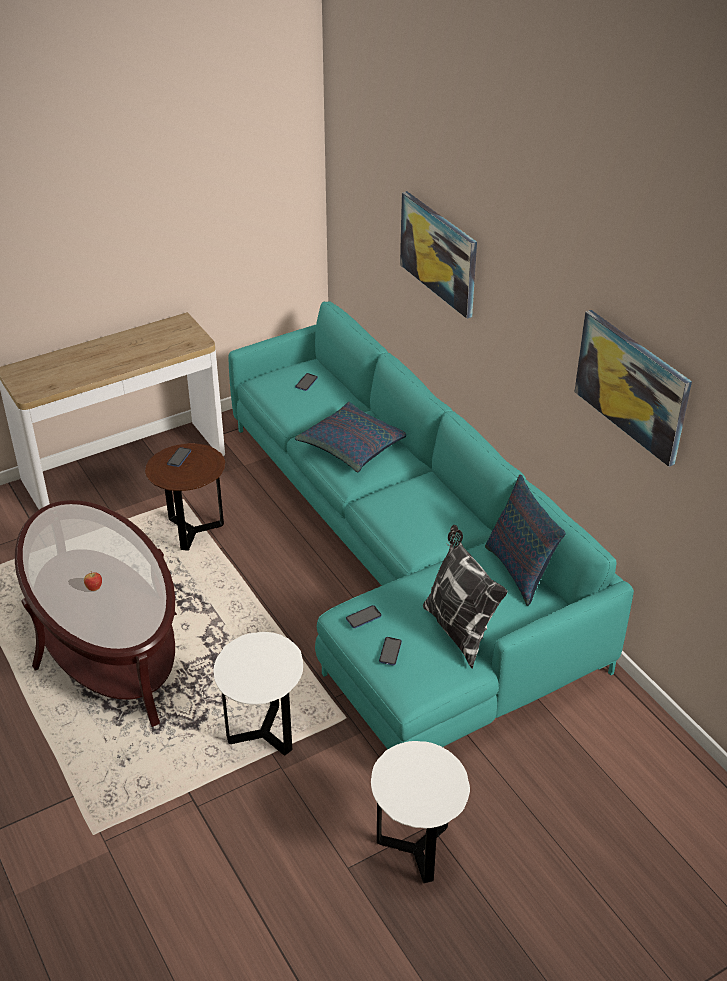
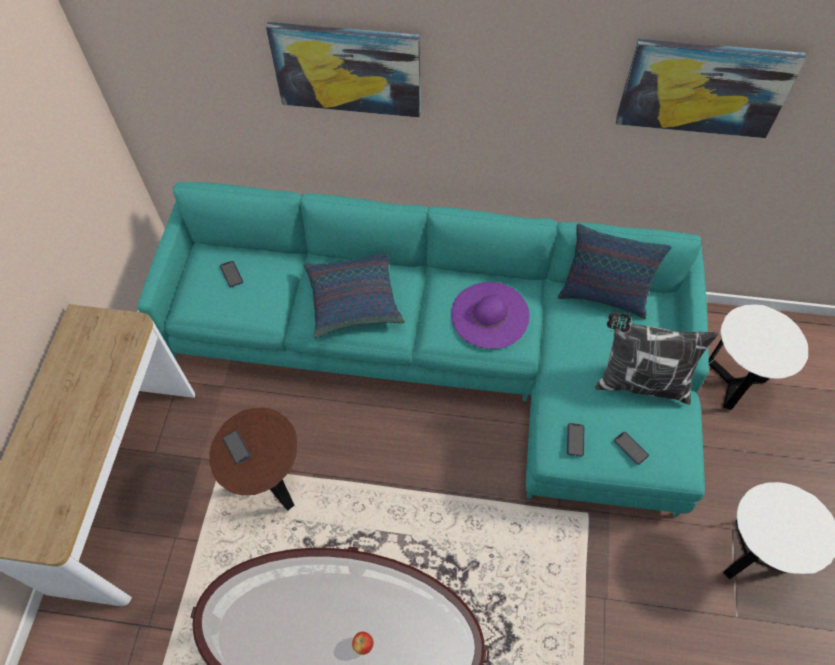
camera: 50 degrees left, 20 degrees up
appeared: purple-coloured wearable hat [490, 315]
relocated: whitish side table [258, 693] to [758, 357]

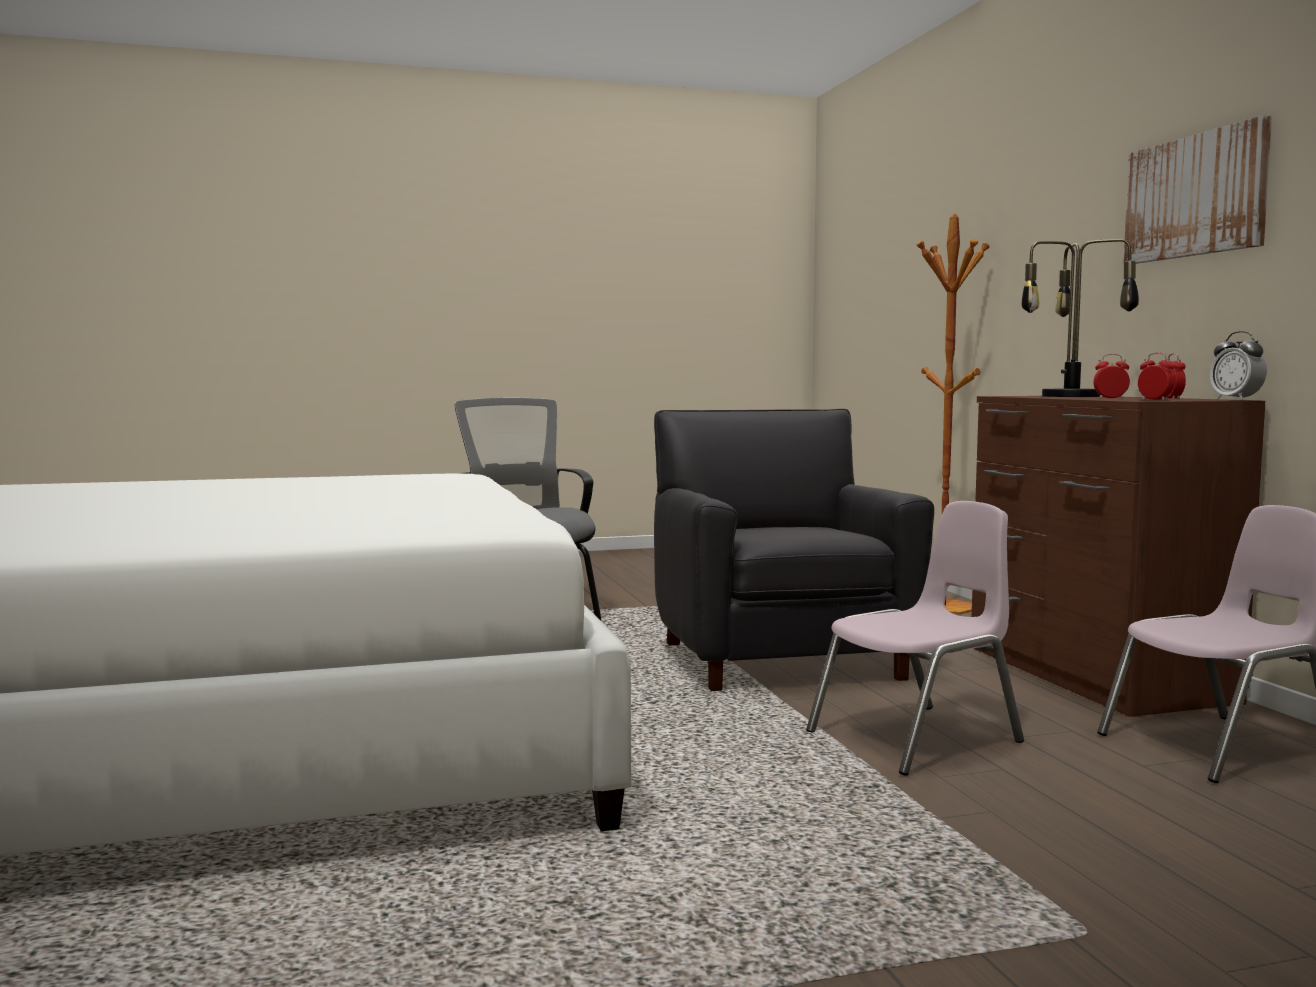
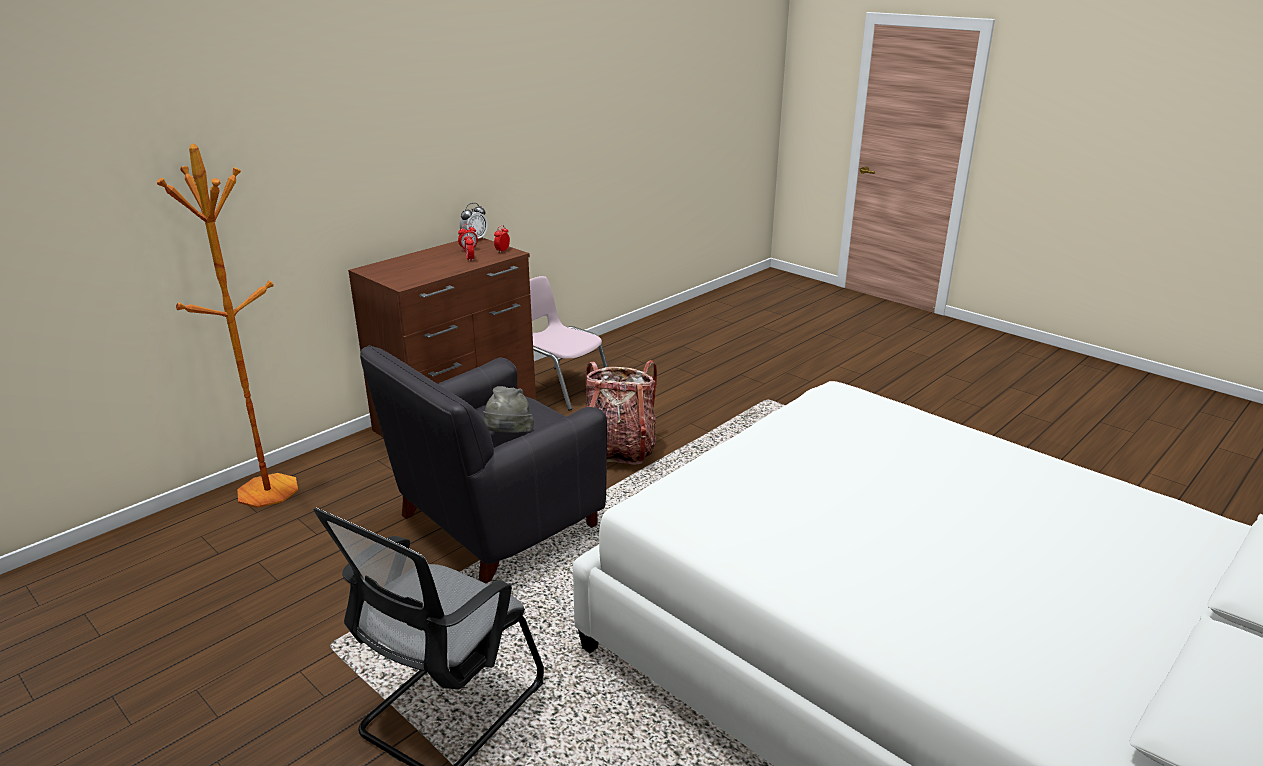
camera: 120 degrees left, 20 degrees up
missing: tabletop lamp [1080, 318]; wall art [1198, 189]
appeared: gray wearable hat [508, 409]
exchanged: pinkish upright chair [915, 638] to backpack [621, 412]

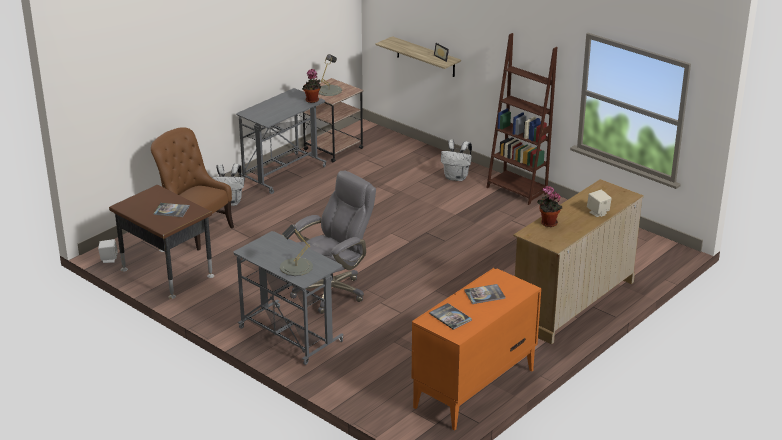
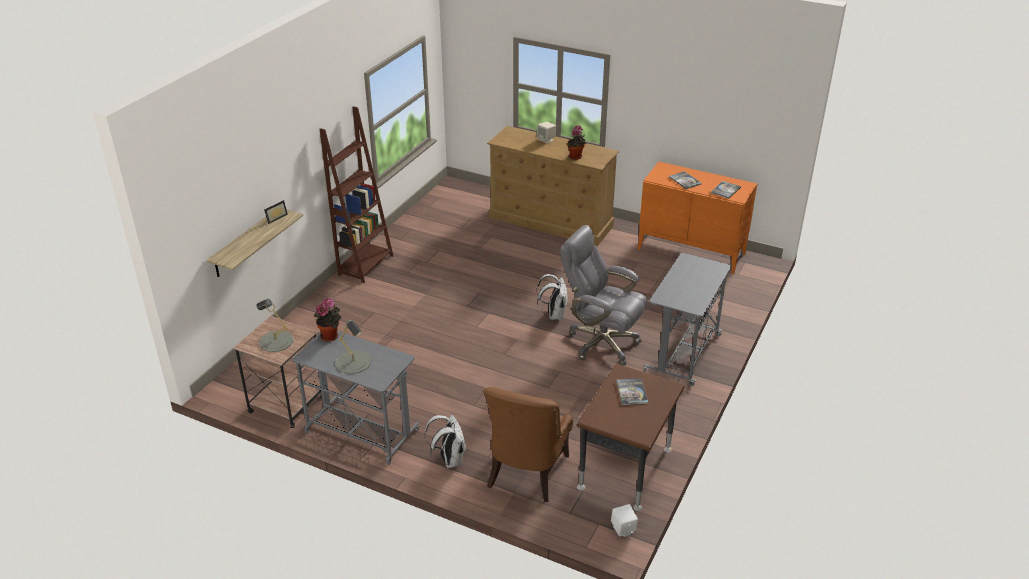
camera: 105 degrees left, 5 degrees up
relocated: gray tabletop lamp [296, 250] to [354, 347]; whitish backpack [456, 160] to [552, 297]

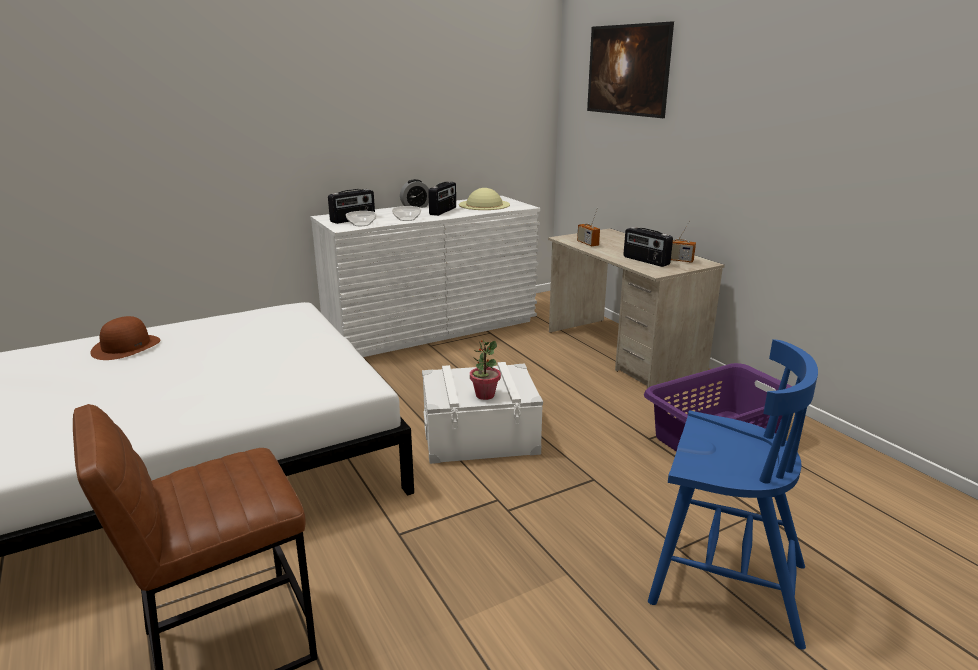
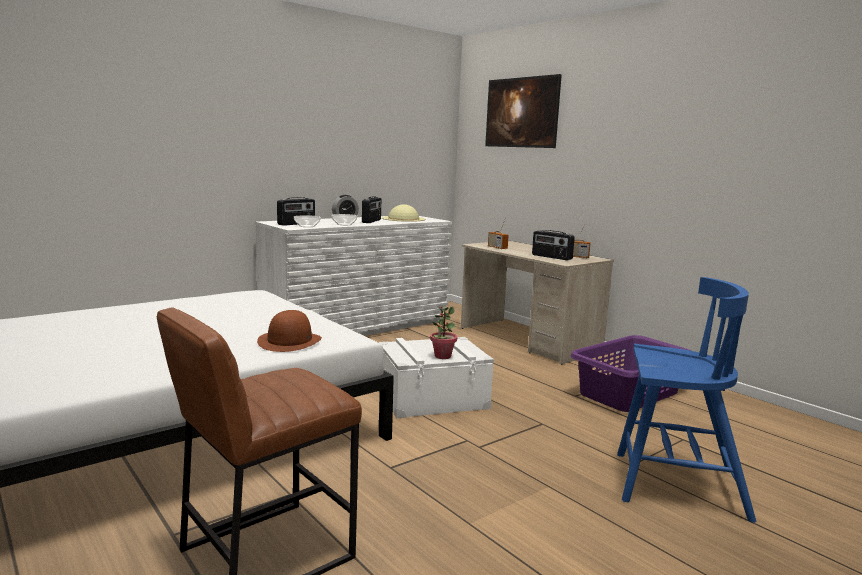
camera: 10 degrees left, 10 degrees down
relocated: brown wearable hat [125, 338] to [289, 331]

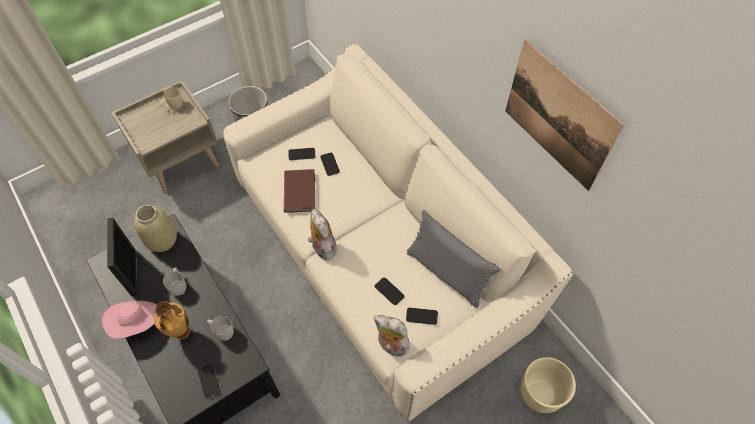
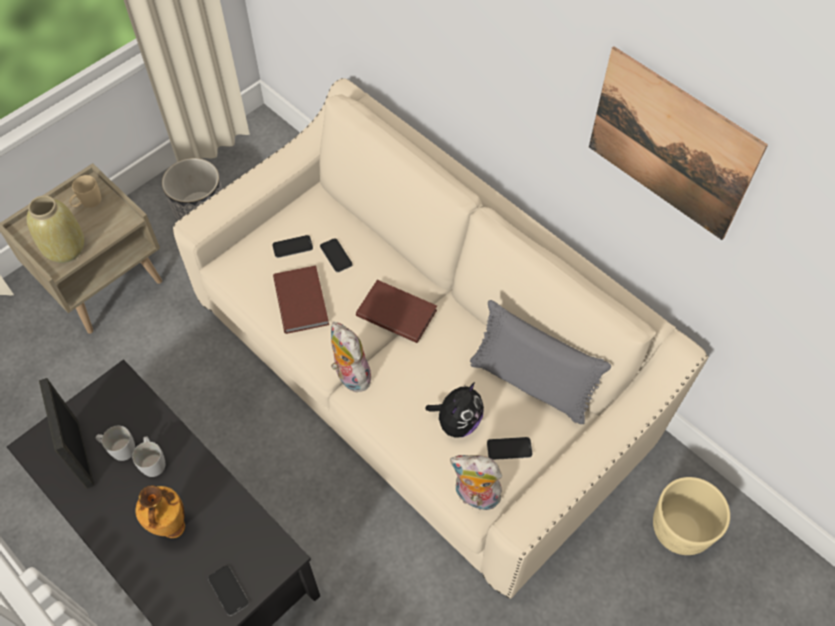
camera: 10 degrees left, 0 degrees up
missing: pinkish wearable hat [129, 320]
appeared: brown book [396, 311]
relocated: beige vase [155, 228] to [55, 229]; whitish mug [220, 328] to [115, 443]
exchanged: telephone [390, 291] to cuddly toy [454, 410]

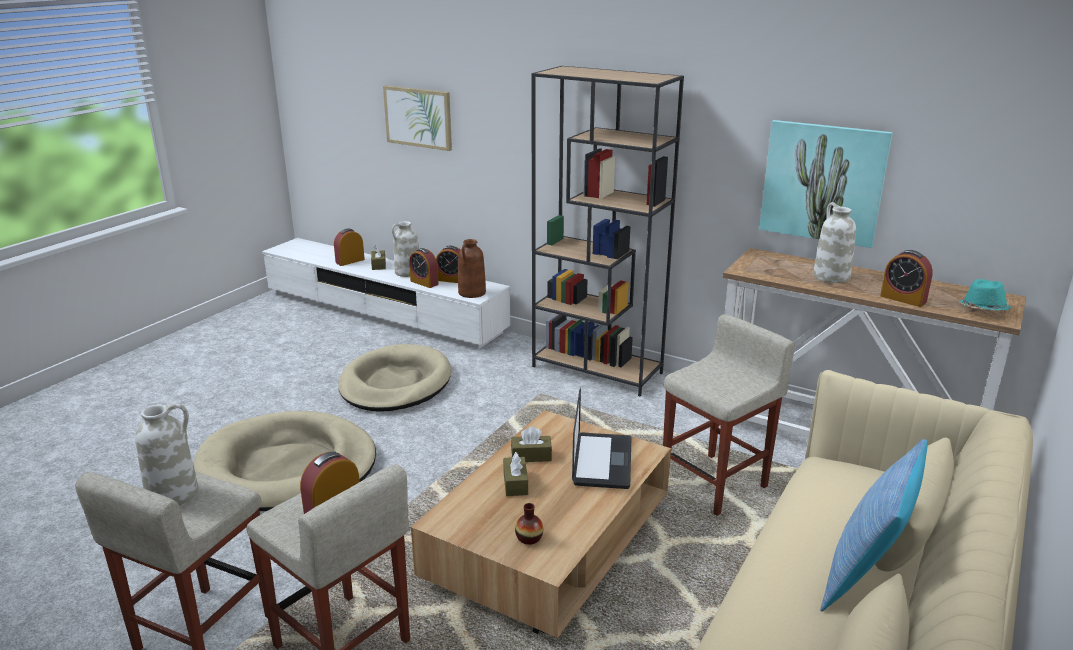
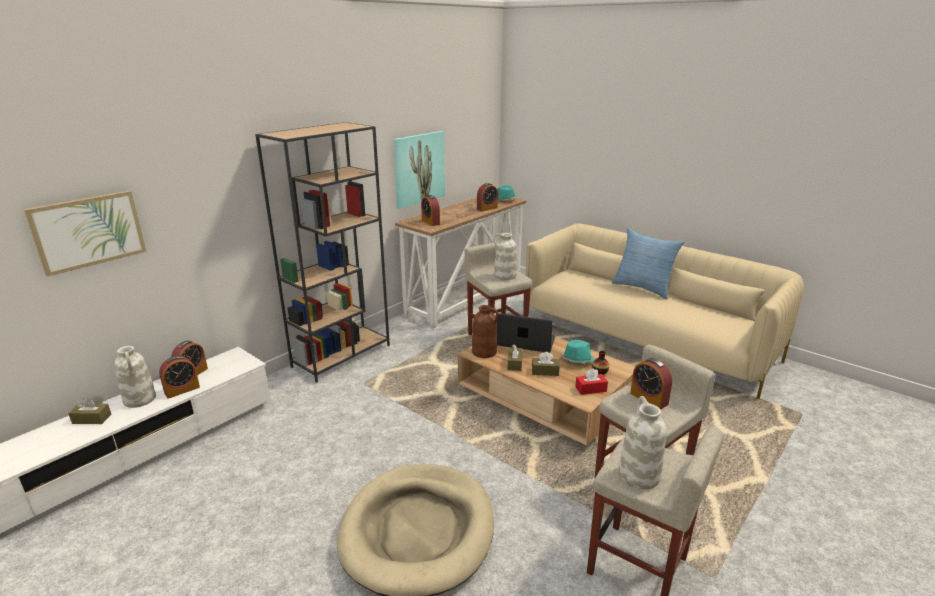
camera: 80 degrees left, 0 degrees up
missing: beige dog bed [394, 378]
appeared: turquoise-coloured wearable hat [578, 351]; reddish tissue box [591, 381]
relocated: table clock [349, 247] to [430, 210]; brown vase [472, 268] to [485, 331]; whitish vase [834, 242] to [505, 256]

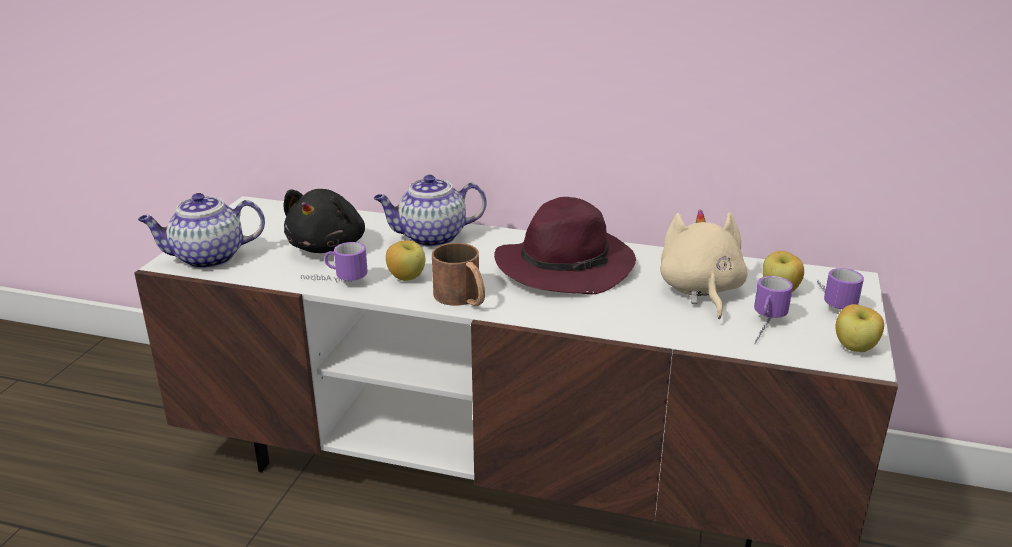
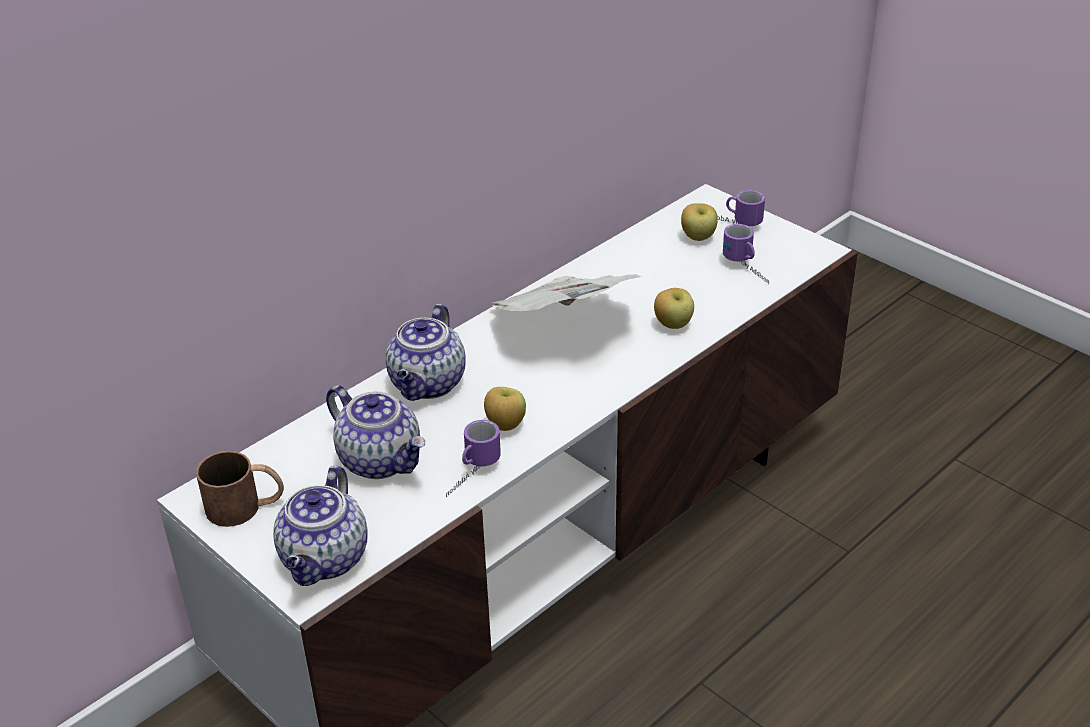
camera: 60 degrees left, 10 degrees up
missing: beige cuddly toy [704, 264]
relocated: brown mug [458, 274] to [240, 489]; apple fruit [859, 328] to [674, 308]
exchanged: black cuddly toy [324, 221] to tea pot [375, 432]; purple-coloured wearable hat [565, 245] to printed paper [567, 292]

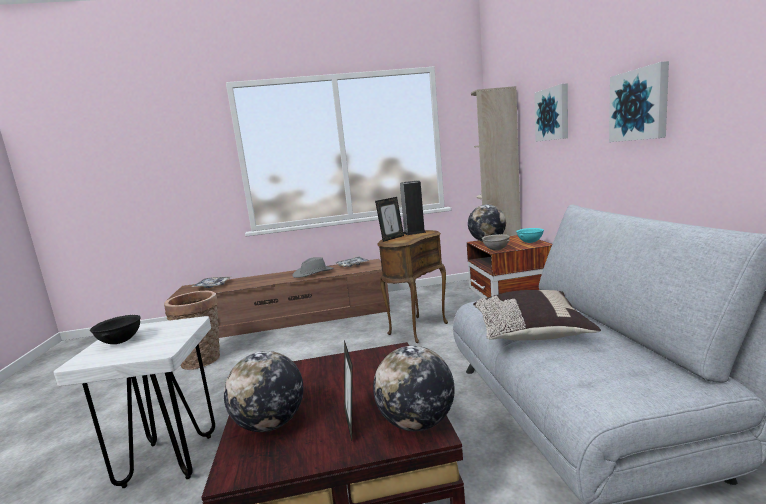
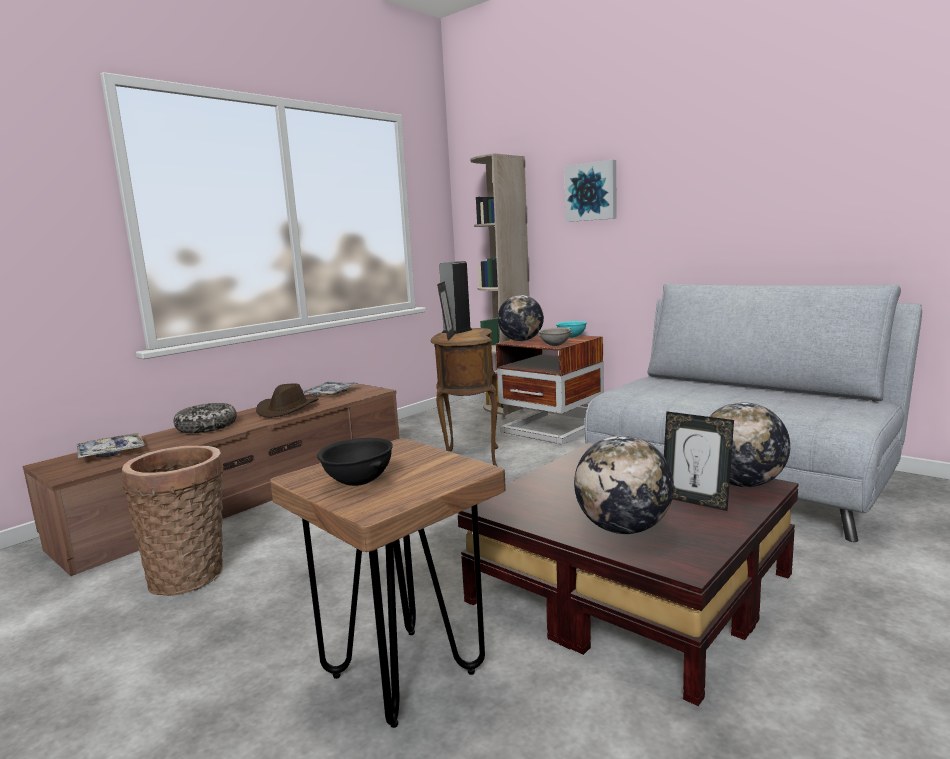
camera: 40 degrees left, 0 degrees up
missing: cushion [537, 315]; wall art [639, 101]
appeared: bowl [205, 418]
colour: whitish stool [134, 402] to brown stool [388, 583]; gray wearable hat [313, 267] to brown wearable hat [287, 401]

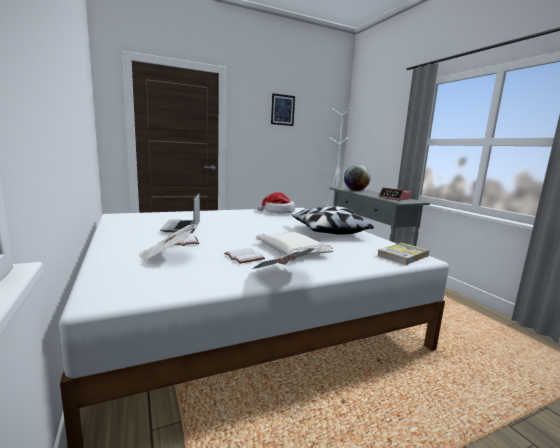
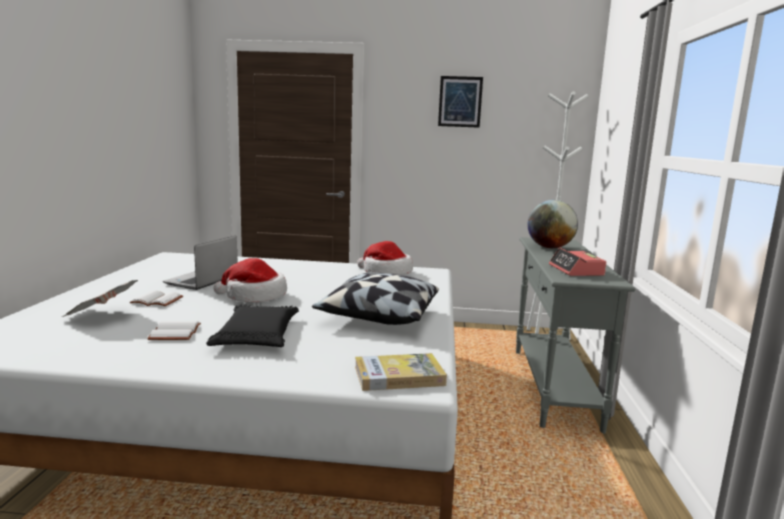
camera: 30 degrees right, 0 degrees up
missing: printed paper [283, 258]
appeared: wearable hat [250, 280]
colour: whitish cushion [294, 243] to black cushion [252, 325]

